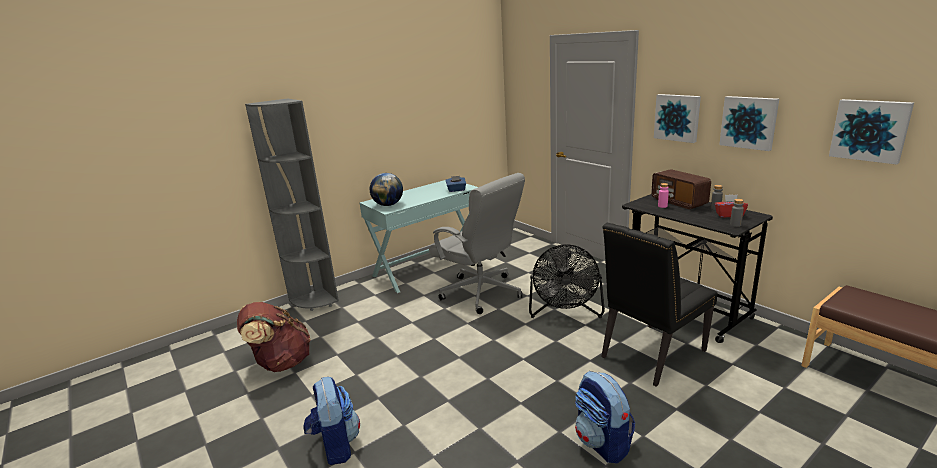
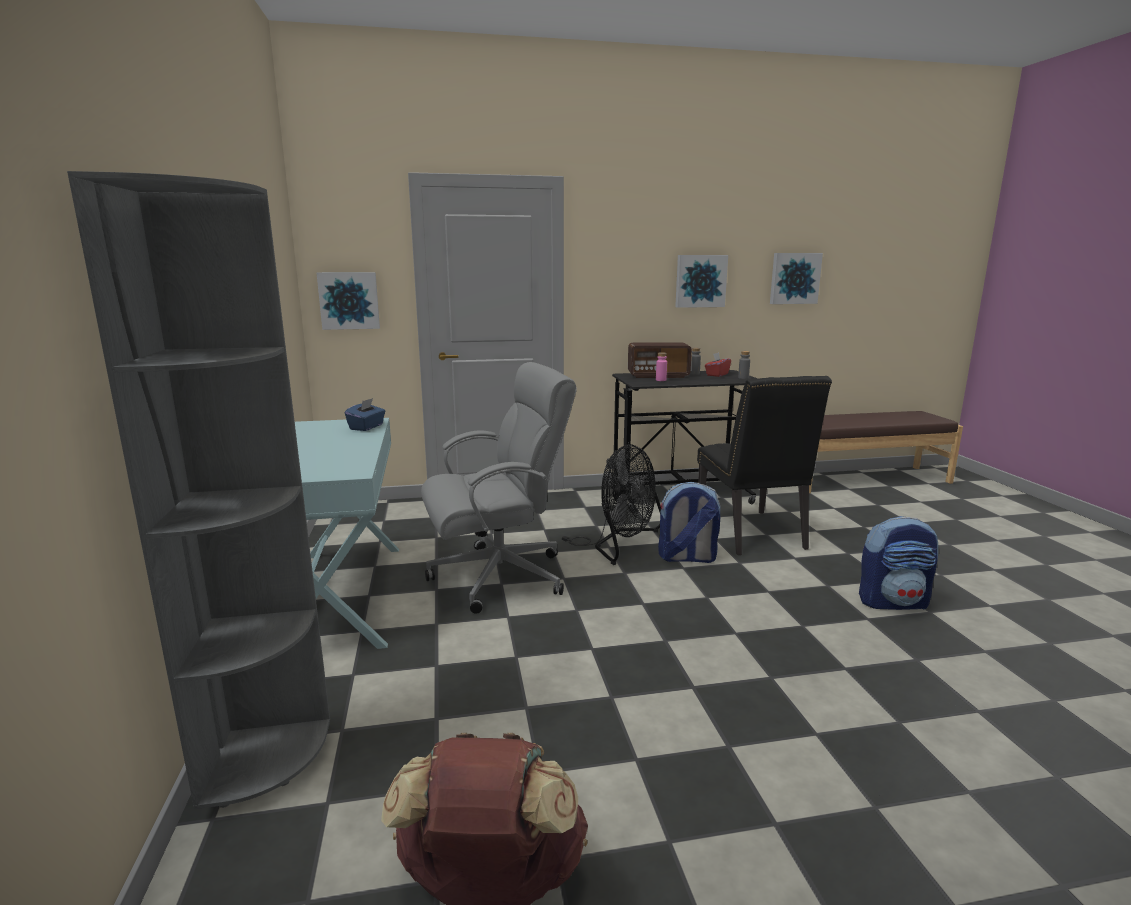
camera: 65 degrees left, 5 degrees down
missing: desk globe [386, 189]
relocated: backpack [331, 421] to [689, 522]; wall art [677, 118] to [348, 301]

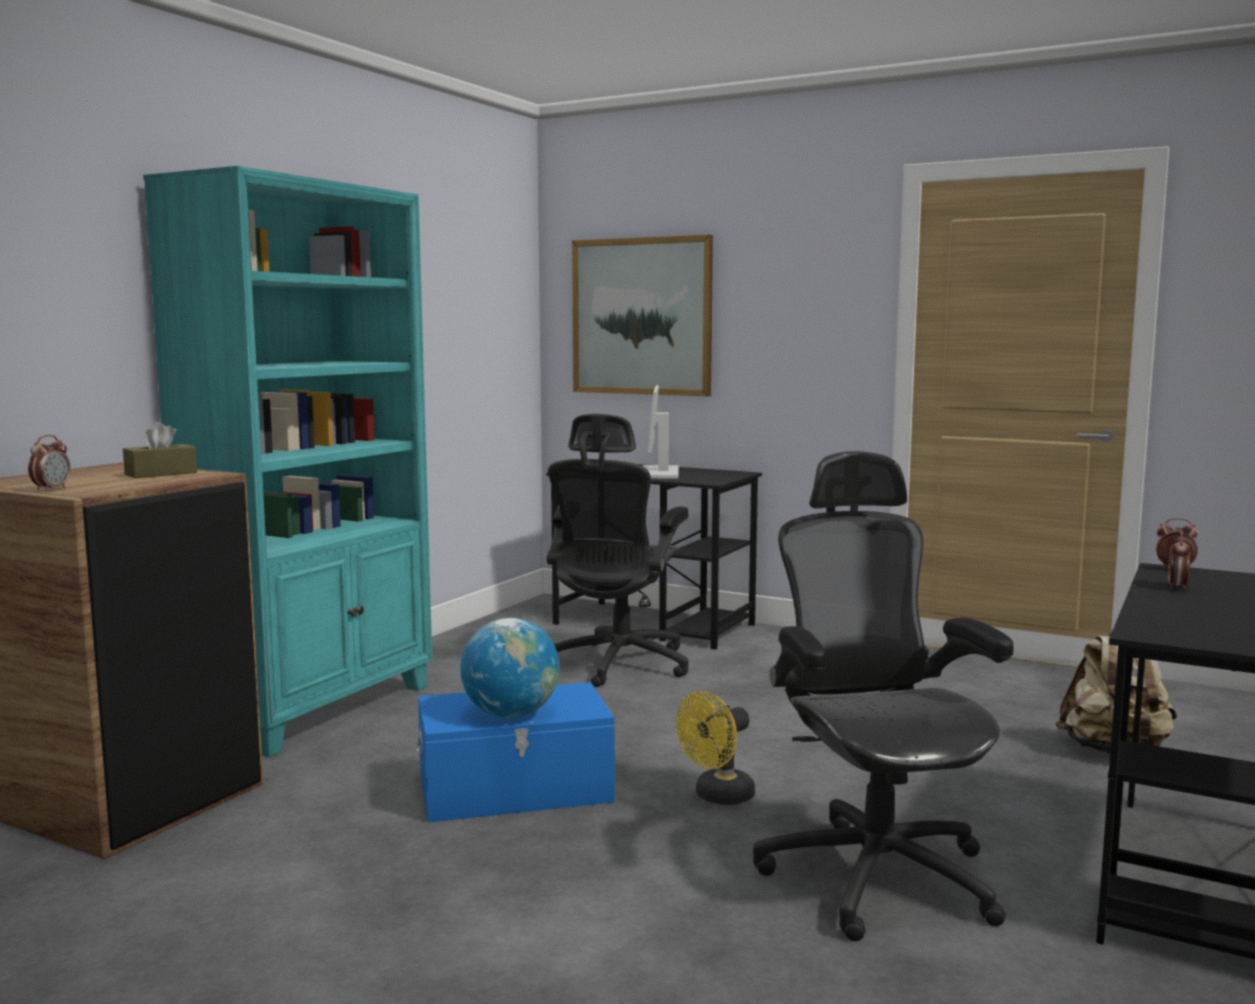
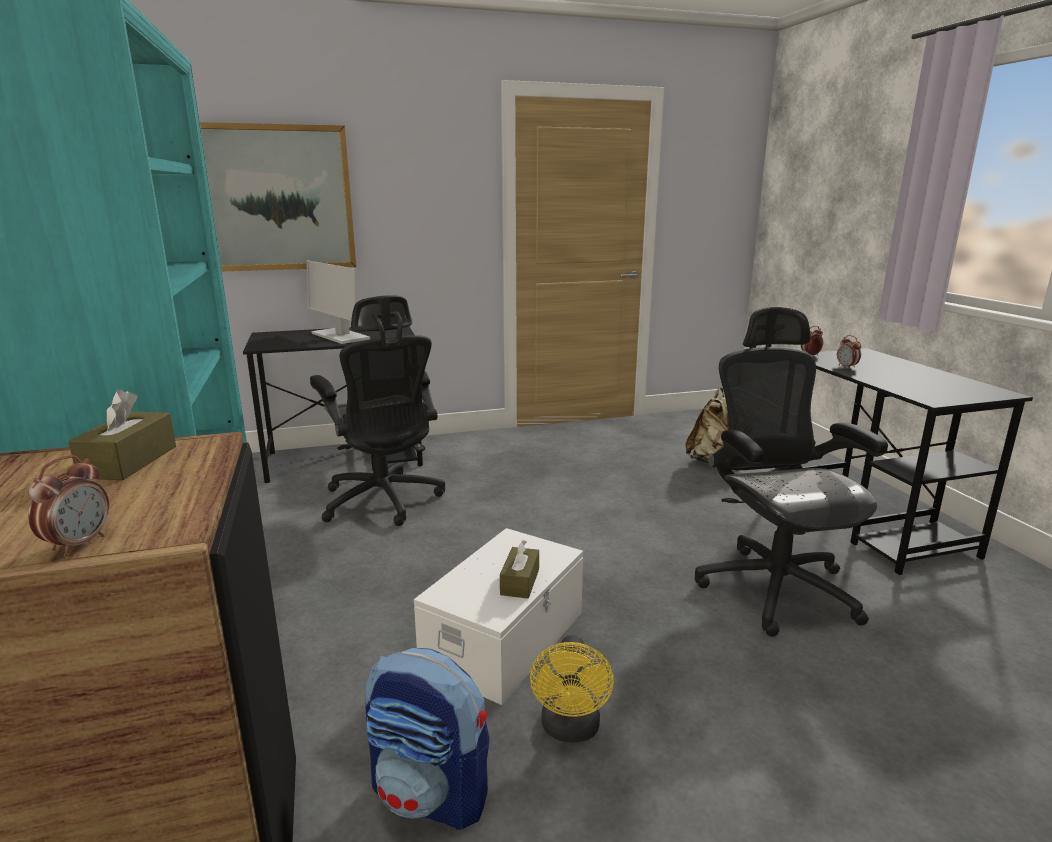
camera: 45 degrees left, 10 degrees up
appeared: backpack [427, 739]
relocated: yellowish cooling fan [715, 748] to [572, 688]
exchanged: desk globe [509, 668] to brown tissue box [519, 569]
colour: bluish storage container [516, 752] to whitish storage container [498, 616]
spun: table clock [49, 463] = [68, 505] 45 degrees clockwise; desk chair [883, 696] = [791, 471] 45 degrees clockwise

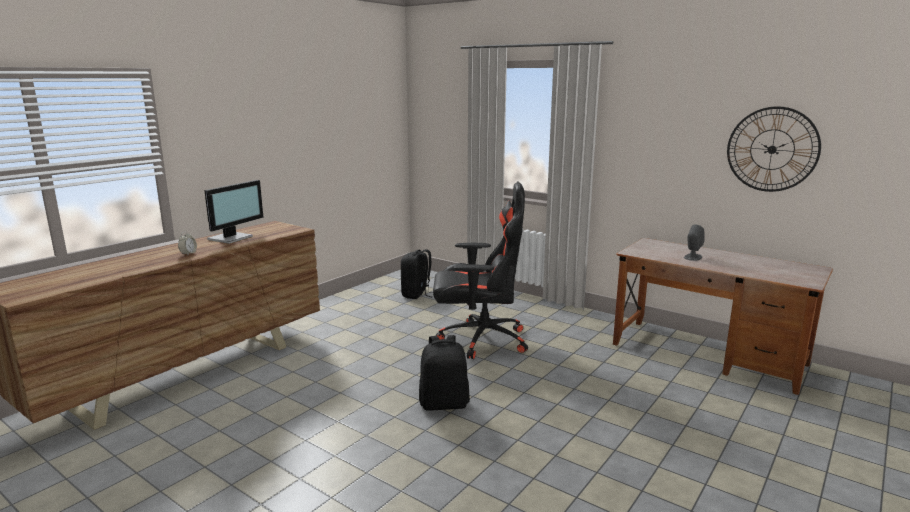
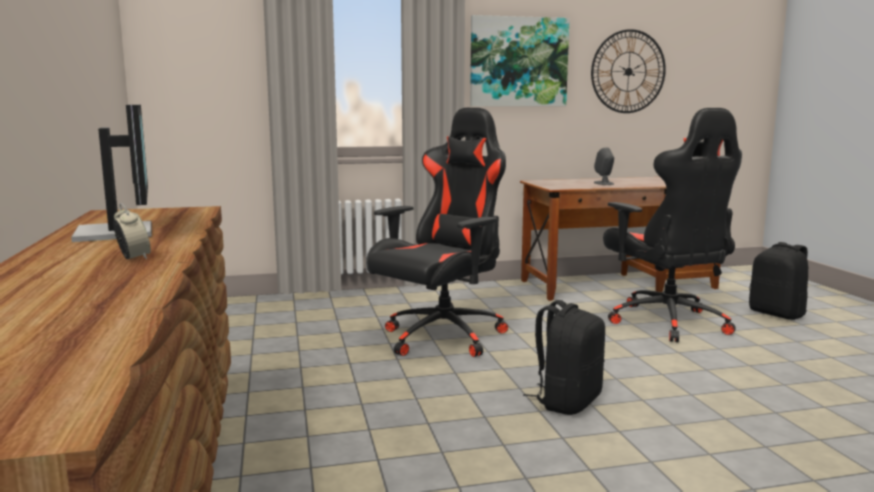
camera: 50 degrees left, 5 degrees down
appeared: wall art [520, 60]; black desk chair [672, 225]
relocated: black backpack [417, 274] to [778, 281]

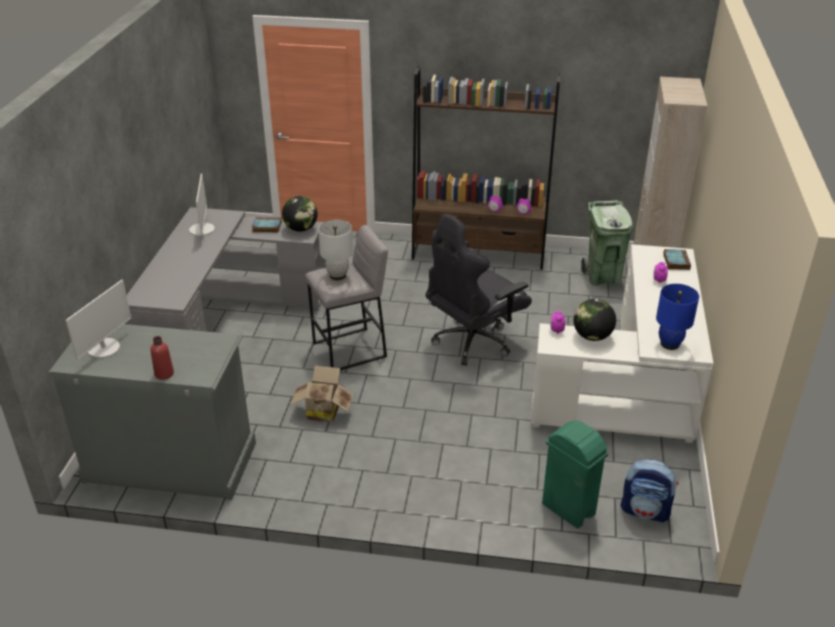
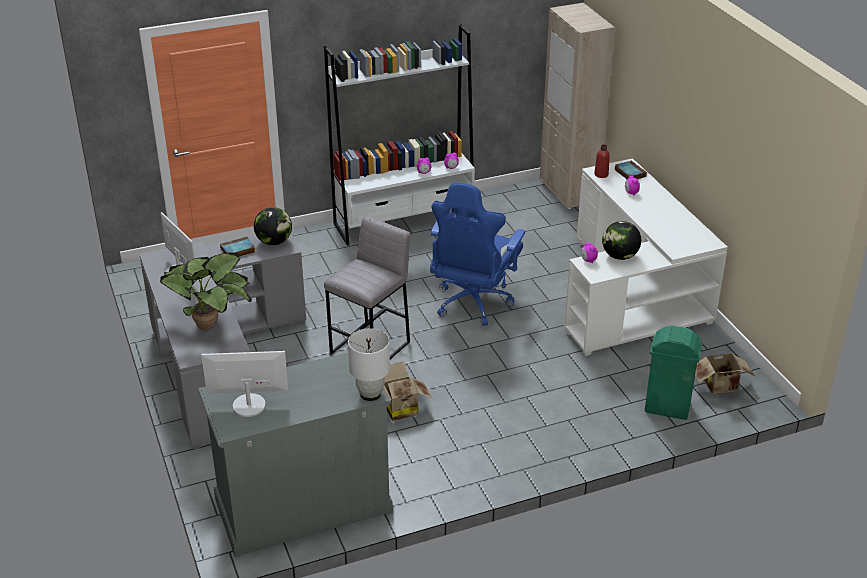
camera: 30 degrees left, 0 degrees up
missing: green-coloured waste bin [607, 243]; bluish tabletop lamp [677, 317]
appeared: houseplant [206, 292]
relocated: reddish drink bottle [162, 358] to [602, 161]; whitish tabletop lamp [335, 250] to [369, 364]
exchanged: backpack [649, 491] to carton [725, 373]
colour: brown bookcase [486, 168] to whitish bookcase [399, 135]; black desk chair [479, 290] to bluish desk chair [477, 254]
spun: computer display [98, 320] = [245, 384] 90 degrees counterclockwise

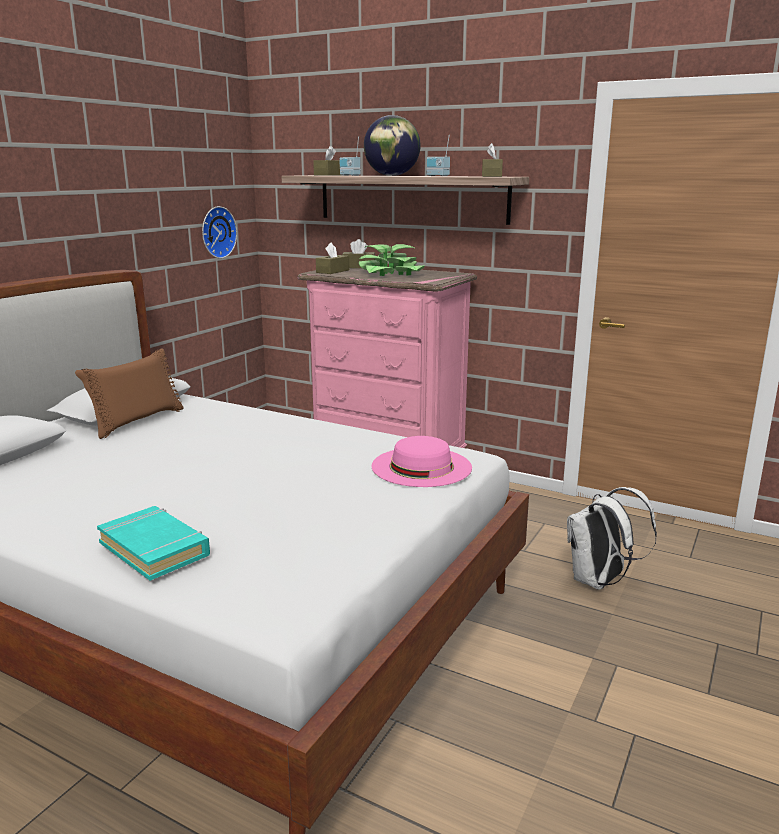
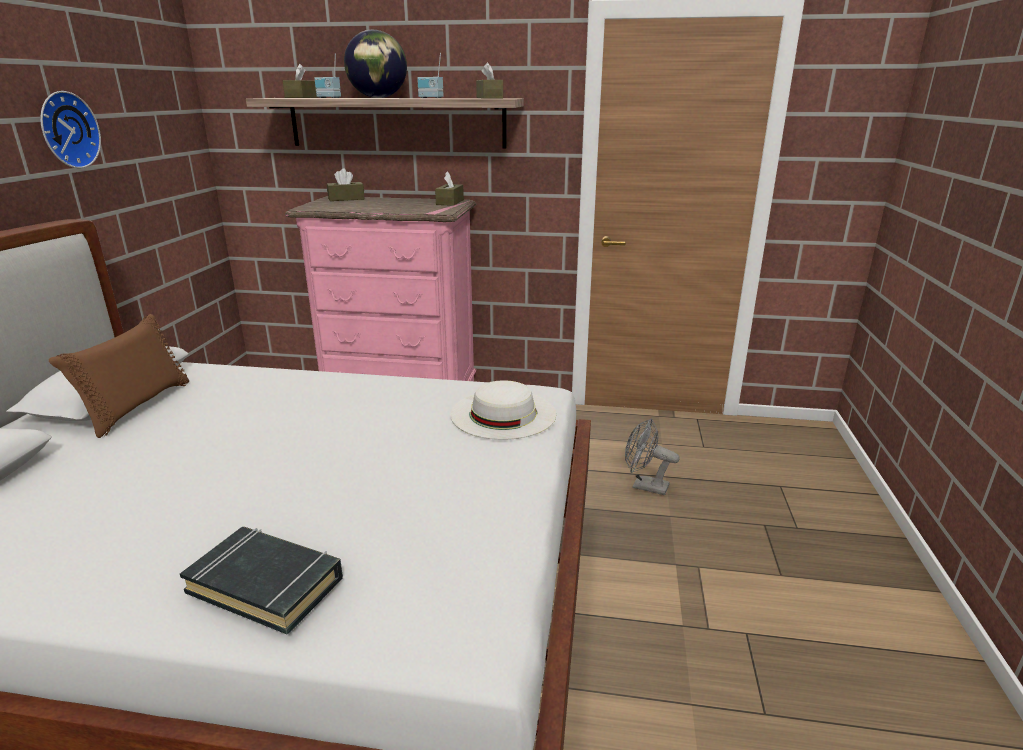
camera: 20 degrees left, 5 degrees up
missing: houseplant [391, 260]
relocated: hanging clock [219, 232] to [70, 129]; brown tissue box [332, 258] to [449, 188]
exchanged: whitish backpack [612, 538] to gray cooling fan [652, 457]
colour: turquoise-coloured book [153, 543] to black book [261, 581]; pinkish wearable hat [421, 461] to whitish wearable hat [503, 410]

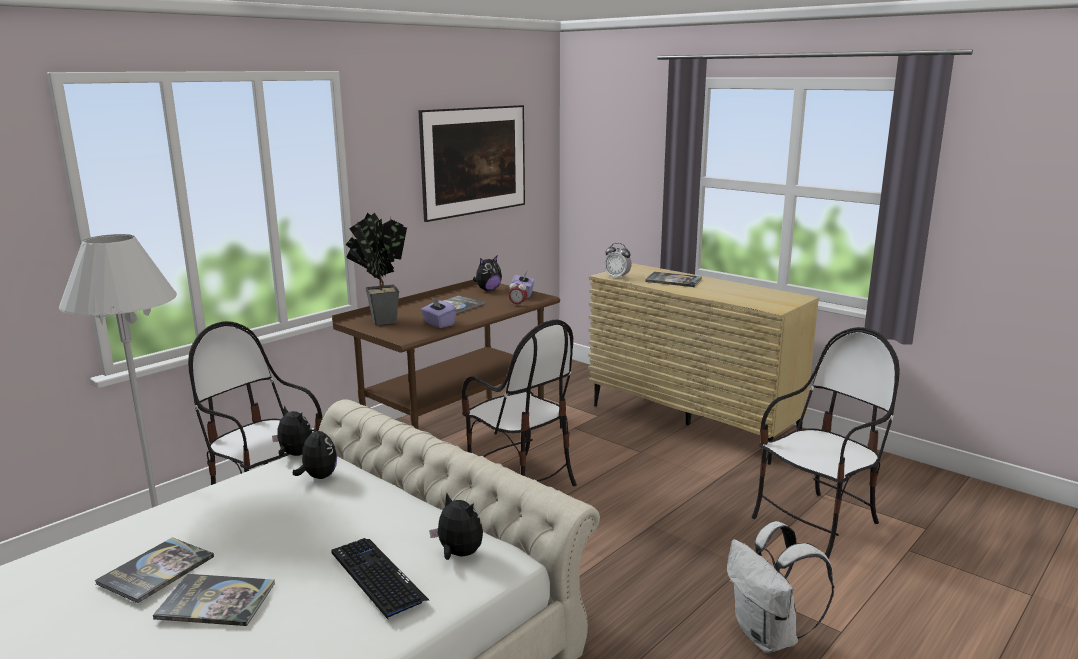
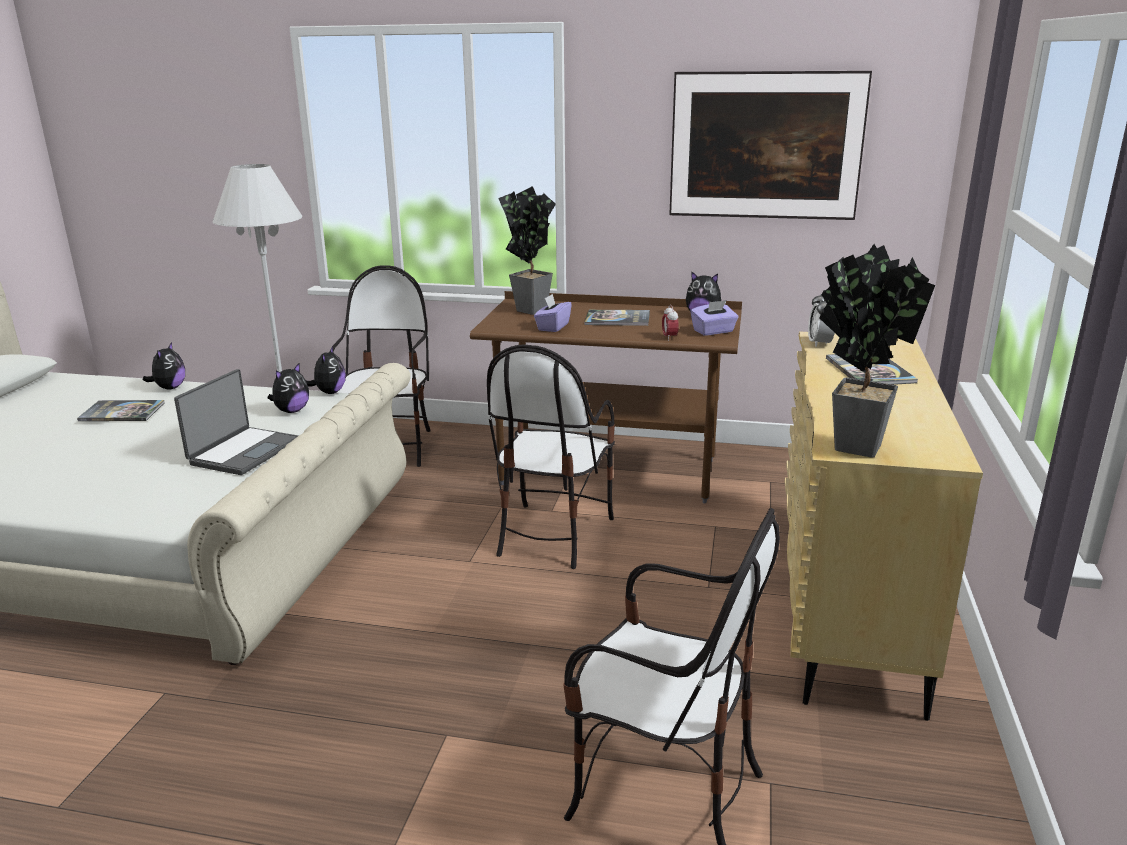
camera: 60 degrees right, 5 degrees up
missing: book [214, 600]; PC keyboard [380, 579]; whitish backpack [780, 587]
appeared: portable computer [236, 422]; houseplant [877, 351]
relocated: cuddly toy [456, 526] to [164, 366]

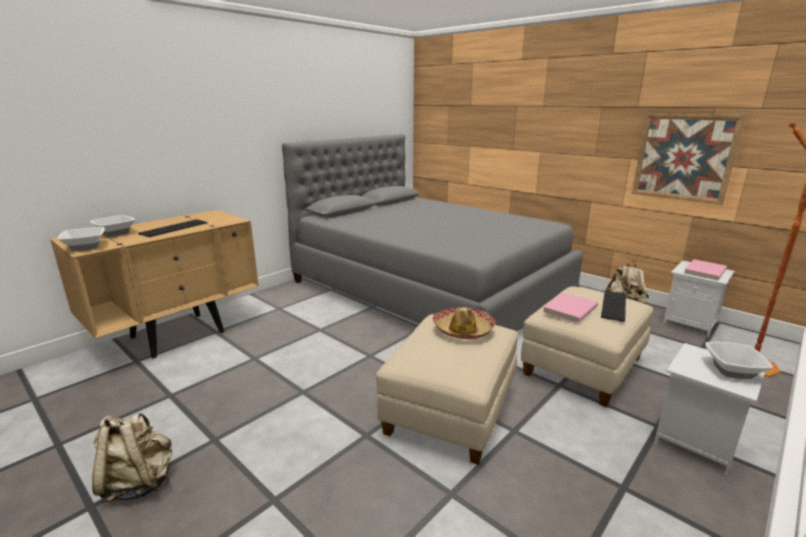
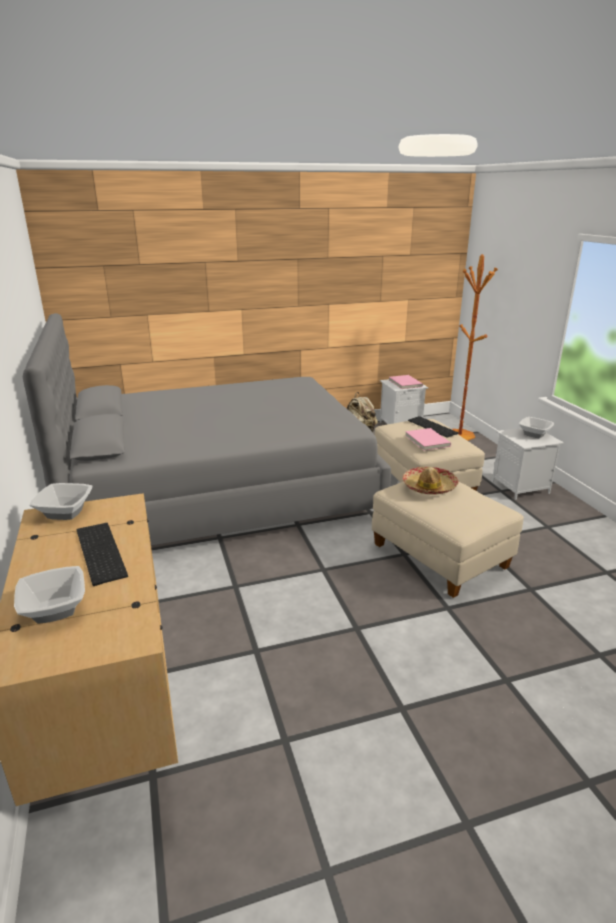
camera: 60 degrees left, 5 degrees up
missing: beige backpack [132, 457]; wall art [689, 159]
relocated: bowl [81, 239] to [61, 501]

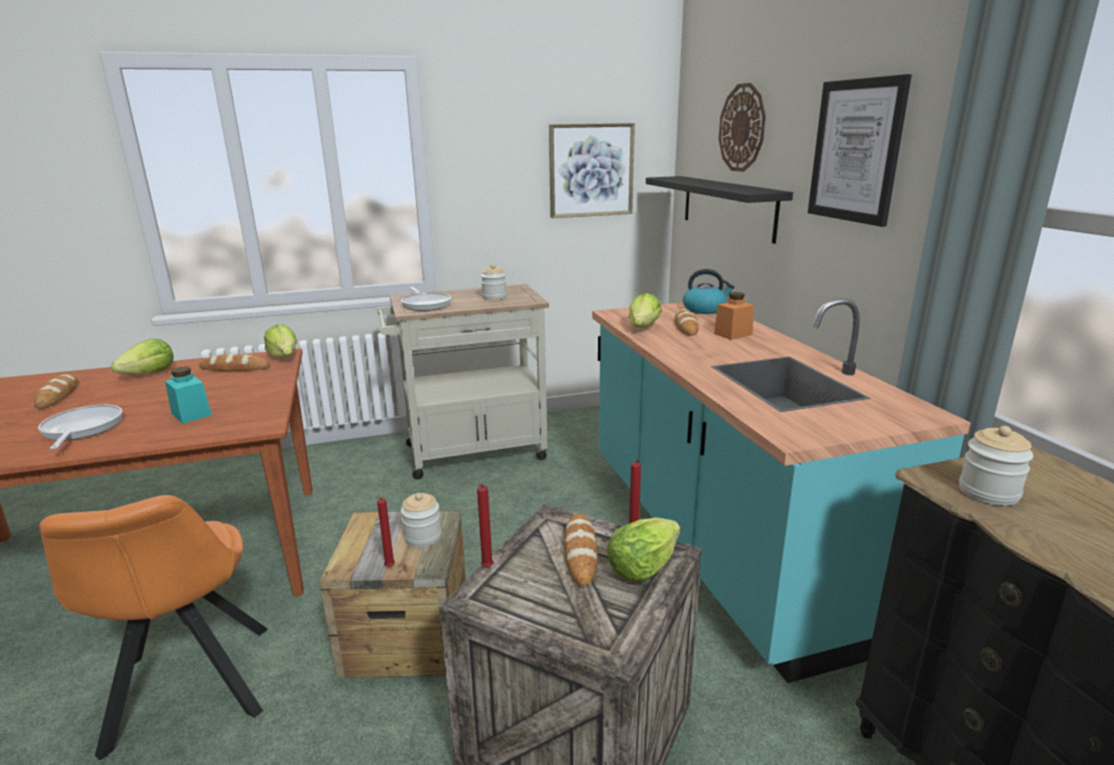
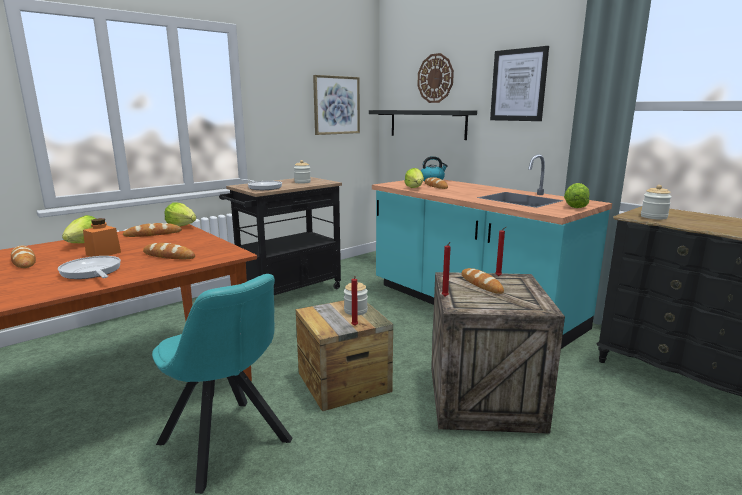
camera: 25 degrees left, 5 degrees down
relocated: lettuce [643, 549] to [577, 195]; orange jar [734, 316] to [102, 237]
exchanged: turquoise-coloured jar [188, 395] to bread [169, 251]
colour: orange upright chair [153, 628] to turquoise-coloured upright chair [222, 384]; beige trolley [463, 381] to black trolley [280, 236]

